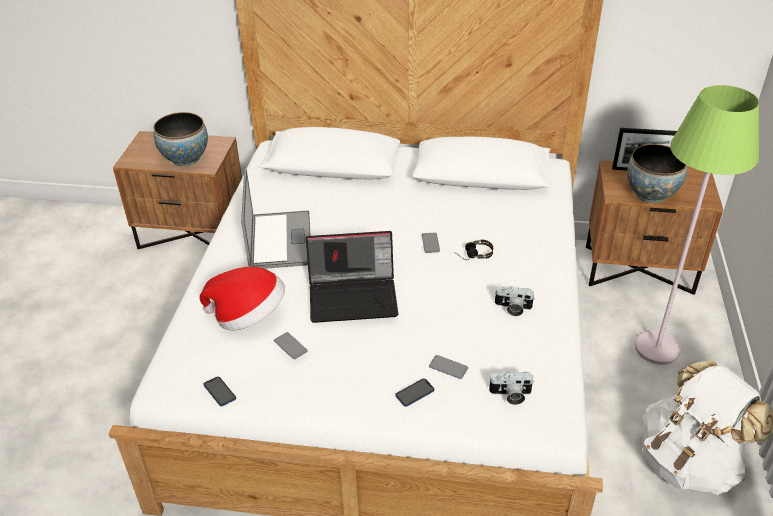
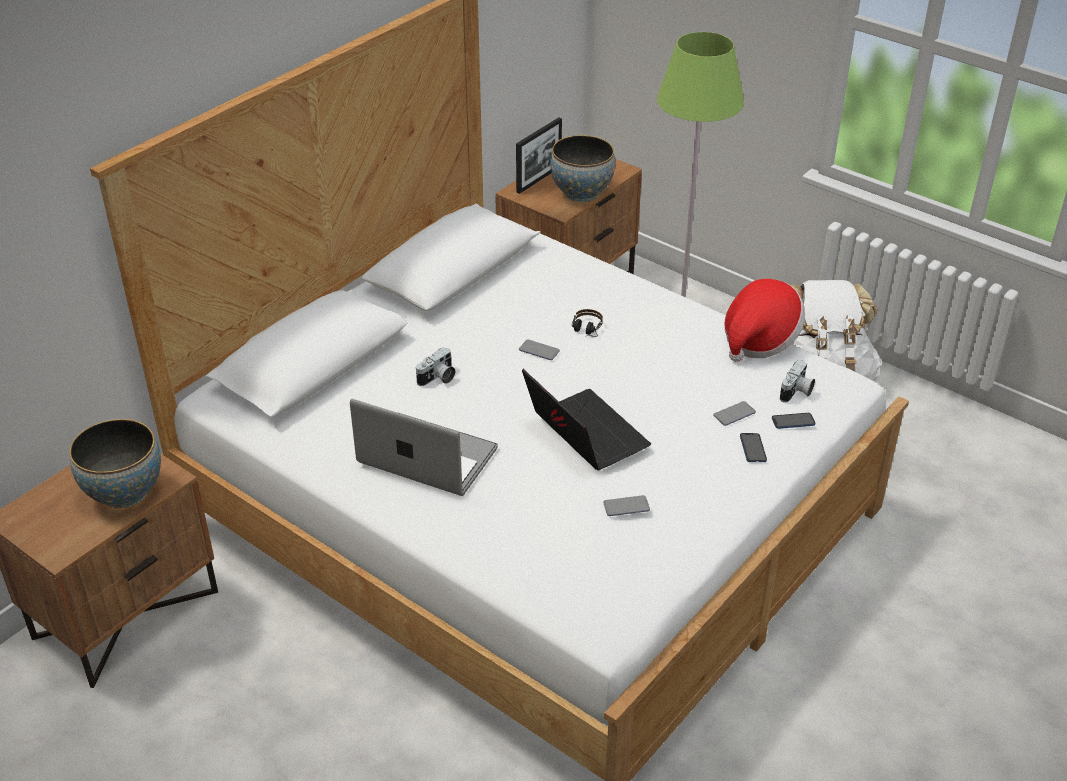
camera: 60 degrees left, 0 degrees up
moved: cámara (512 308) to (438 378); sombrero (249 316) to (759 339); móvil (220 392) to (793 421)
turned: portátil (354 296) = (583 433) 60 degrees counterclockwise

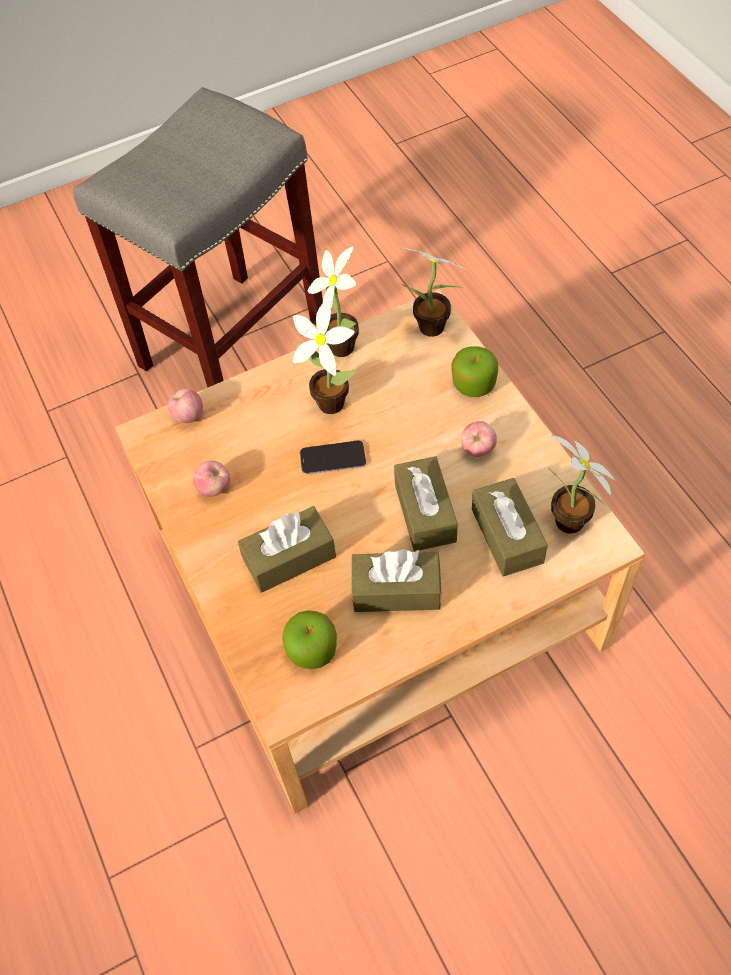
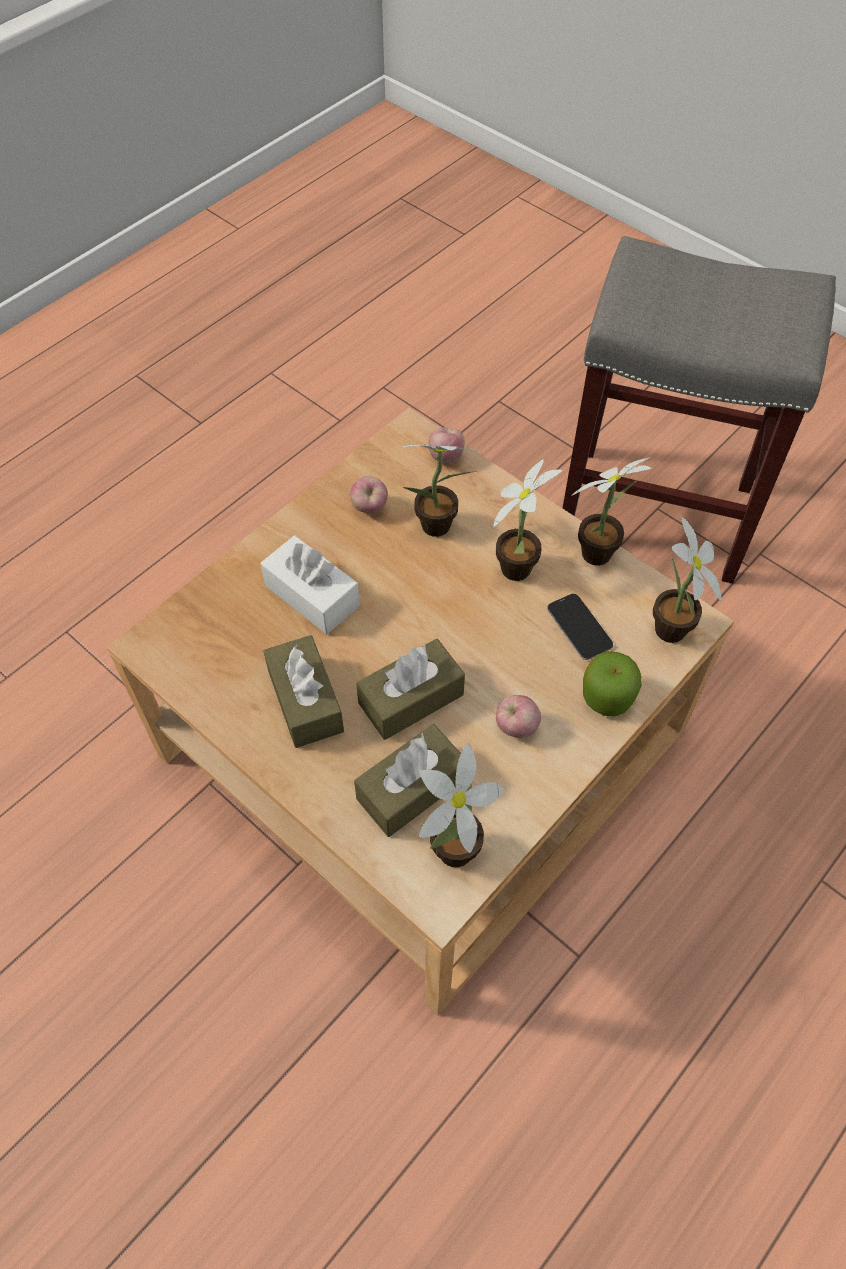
camera: 65 degrees right, 0 degrees up
removed: manzana (312 650)
added: planta en maceta (441 527)
moved: móvil (332 458) to (579 627)
recoloured: caja de pañuelos [marrón] (289 558) to caja de pañuelos [blanco] (312 595)

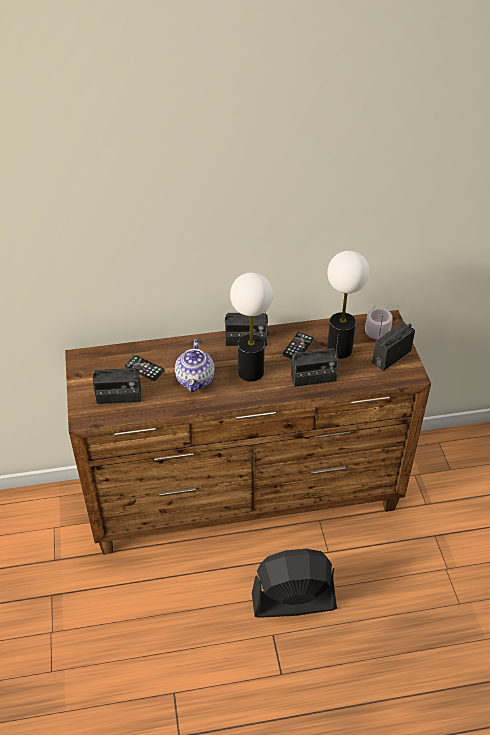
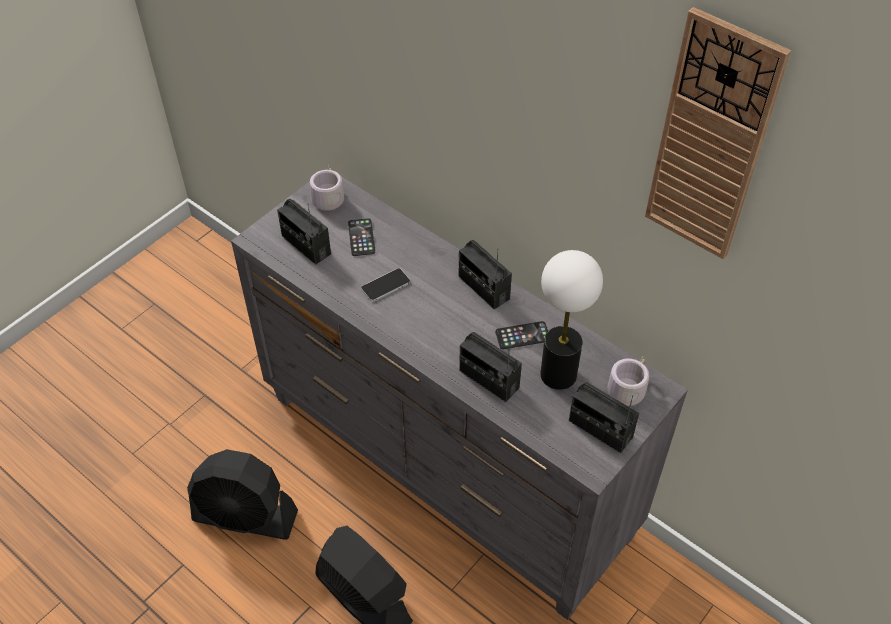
camera: 50 degrees right, 5 degrees up
removed: lámpara de mesa (250 372)
added: ventilador [negro] (245 516); taza grande [gris] (327 197); reloj de pared (711 141)
replaced: tetera (196 380) to móvil (385 285)
recoloured: cómoda [marrón] (246 498) to cómoda [gris] (447 468)
turned: radio (391 356) = (600 429) 150 degrees counterclockwise

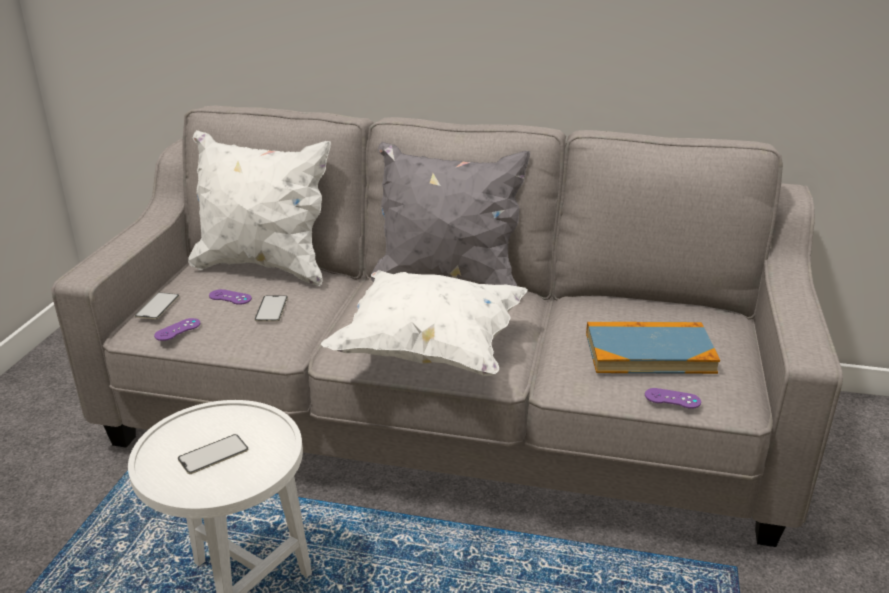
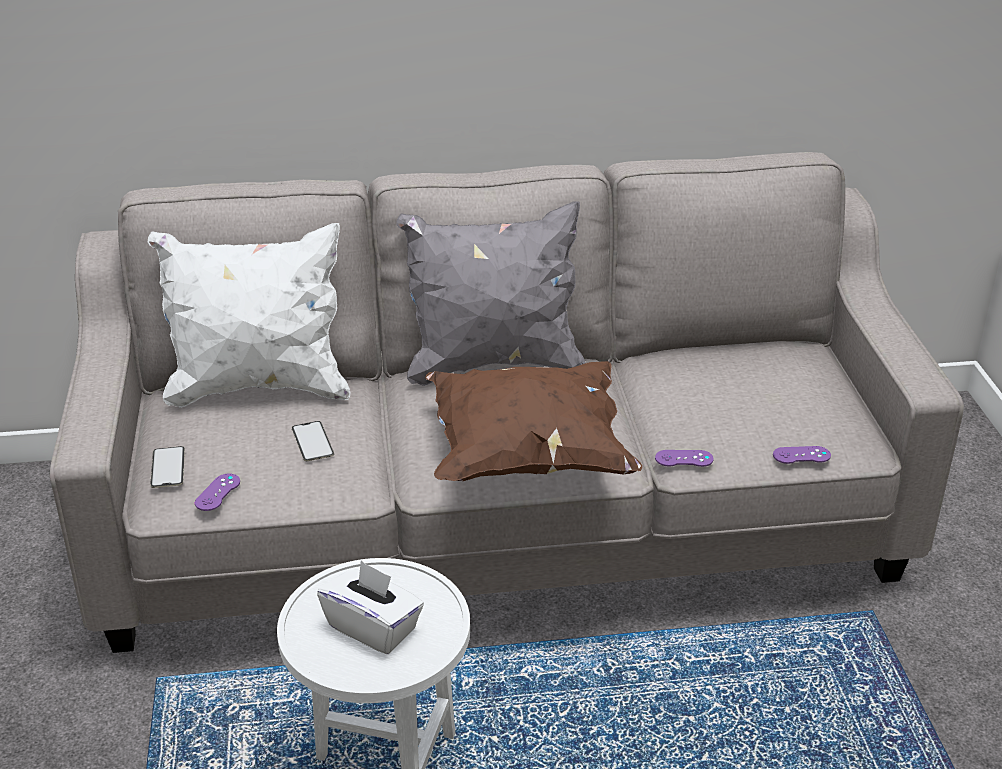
camera: 20 degrees left, 5 degrees up
removed: libro (649 352)
moved: mando de consola [morado] (230 297) to (684 459)
replaced: móvil (213 454) to caja de pañuelos [blanco] (373 628)
recoloured: cojín [blanco] (429 351) to cojín [marrón] (527 455)

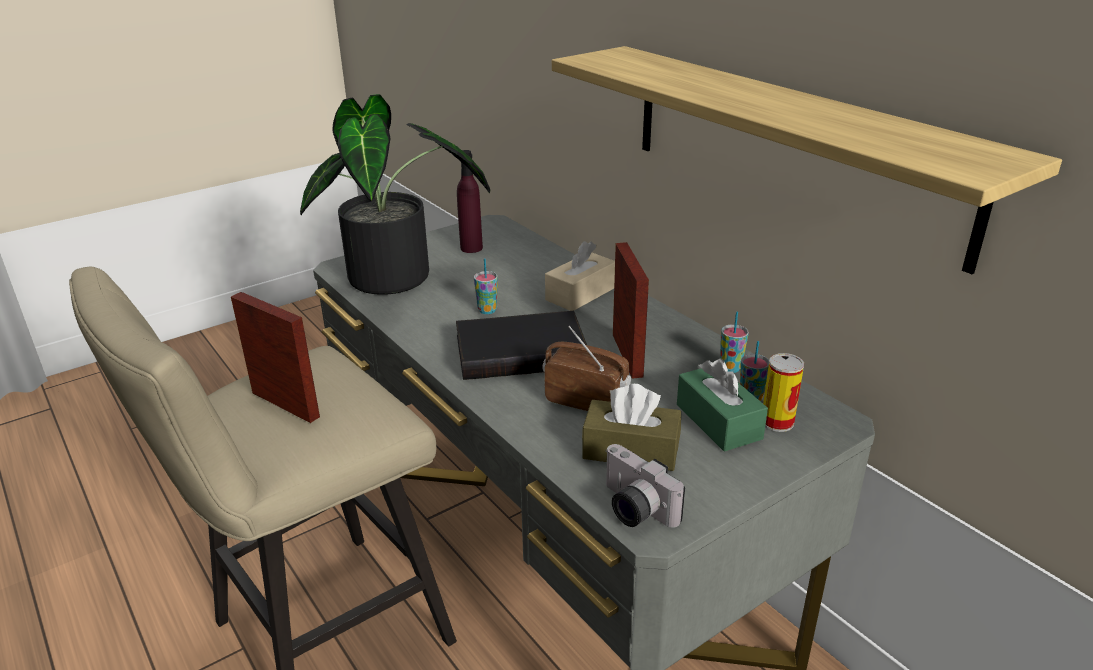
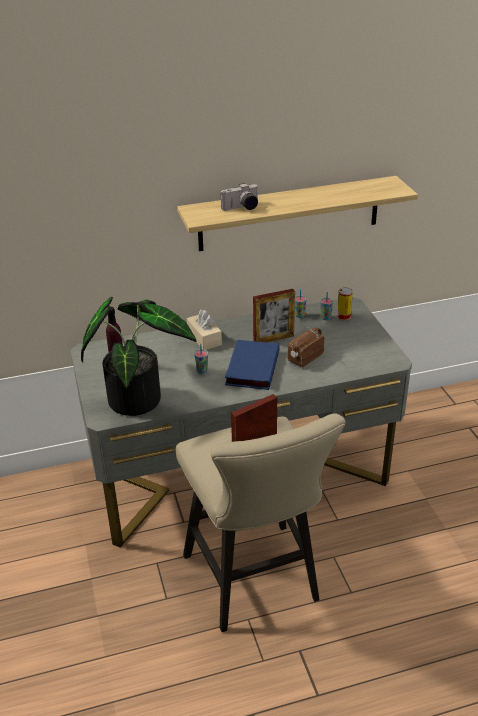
camera: 70 degrees left, 5 degrees up
removed: caja de pañuelos [marrón] (631 450); caja de pañuelos [verde] (718 421)
moved: cámara (632 509) to (242 208)
recoloured: libro [negro] (521 350) to libro [azul] (251 367)
turned: portarretratos (627 355) = (273 339) 150 degrees clockwise

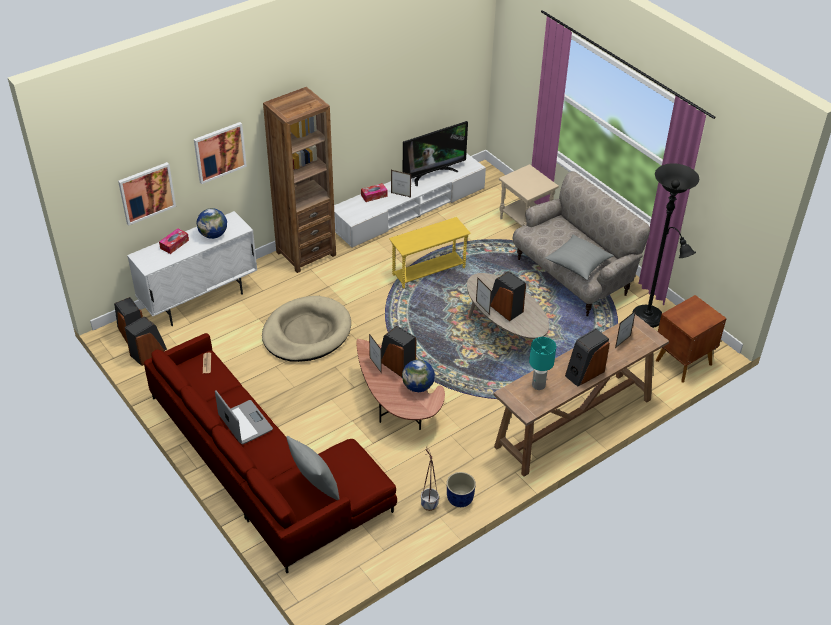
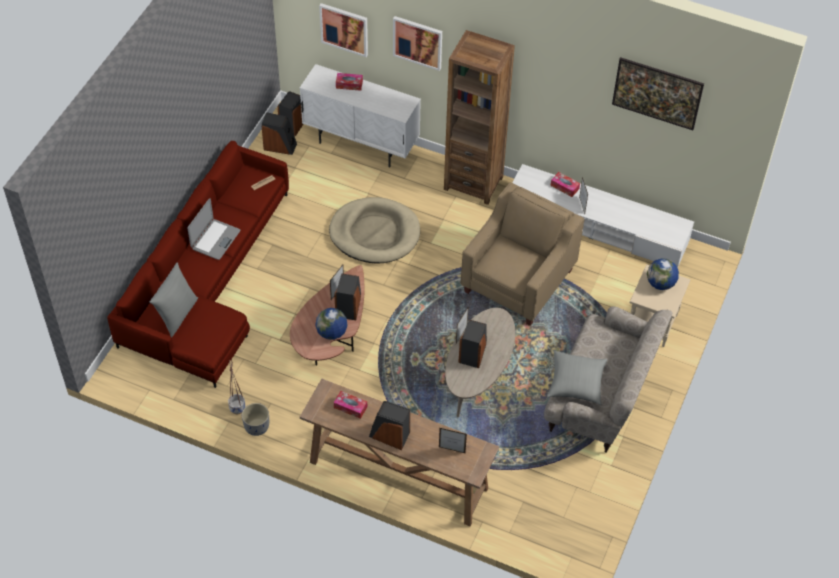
camera: 60 degrees right, 10 degrees up
removed: televisor (432 174); lámpara de pie [negro] (650 319); mesita de noche [marrón] (682 362)
added: cuadro (655 104)
moved: globo terráqueo (213 235) to (660 283)
replaced: lámpara de mesa [turquesa] (538 385) to caja de pañuelos (350 407); mesa auxiliar [amarillo] (428 271) to sillón [beis] (519 281)
recoloured: maceta [azul] (459 498) to maceta [gris] (257 426)

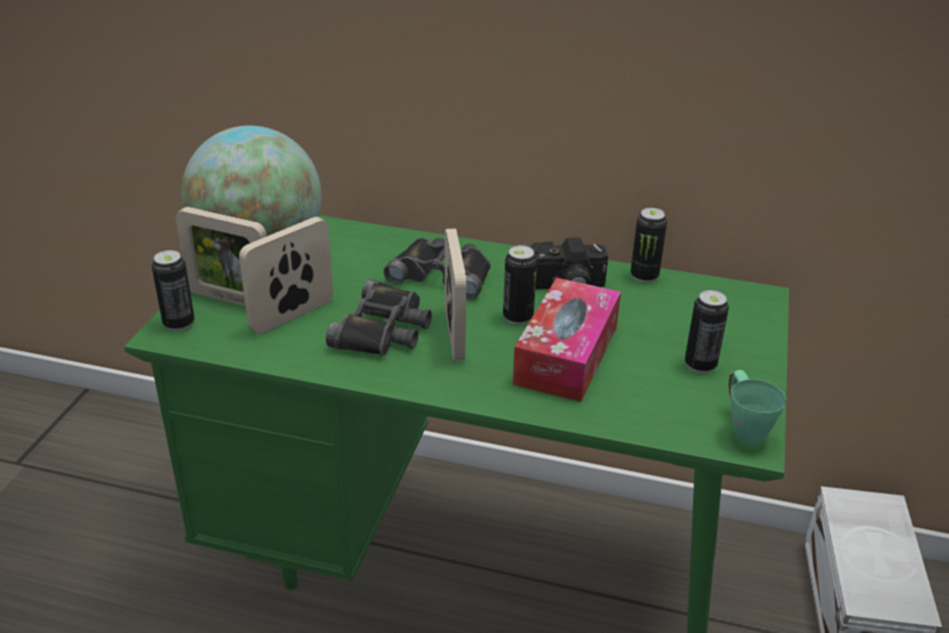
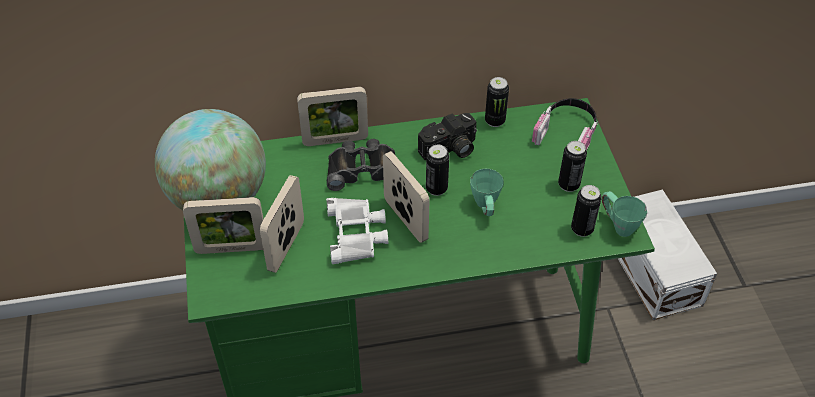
camera: 25 degrees left, 15 degrees up
added: portarretratos (335 140); auriculares (567 132)
moved: lata (179 323) to (582 229)
replaced: caja de pañuelos (566 355) to taza grande [verde] (485 208)
recoloured: prismáticos [negro] (383 329) to prismáticos [blanco] (356 233)

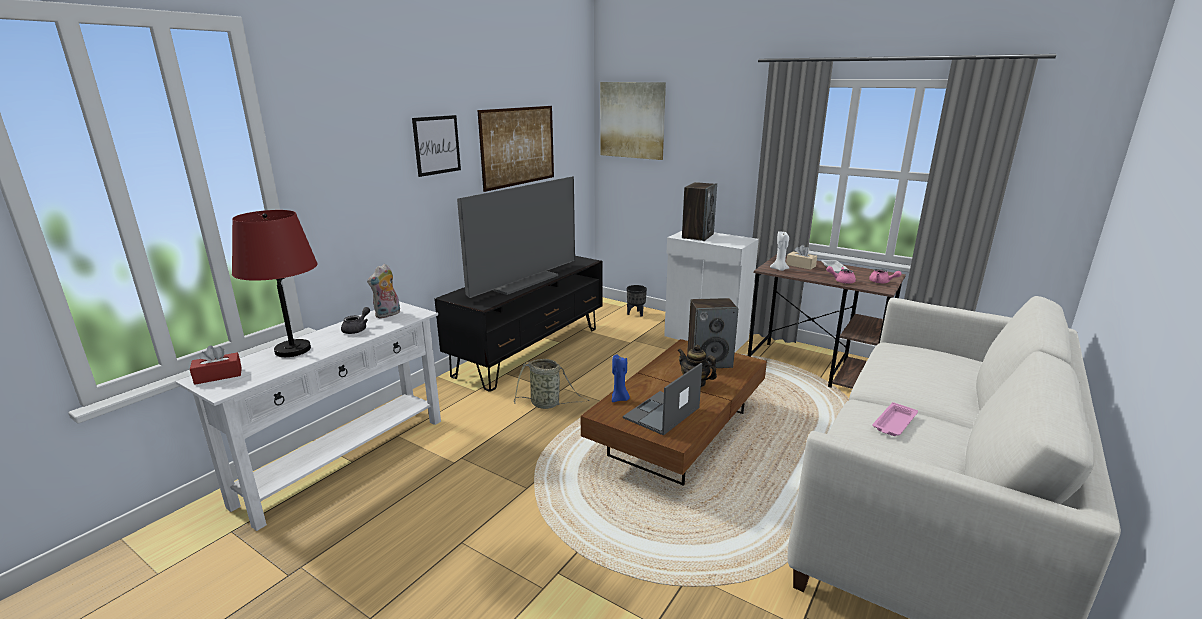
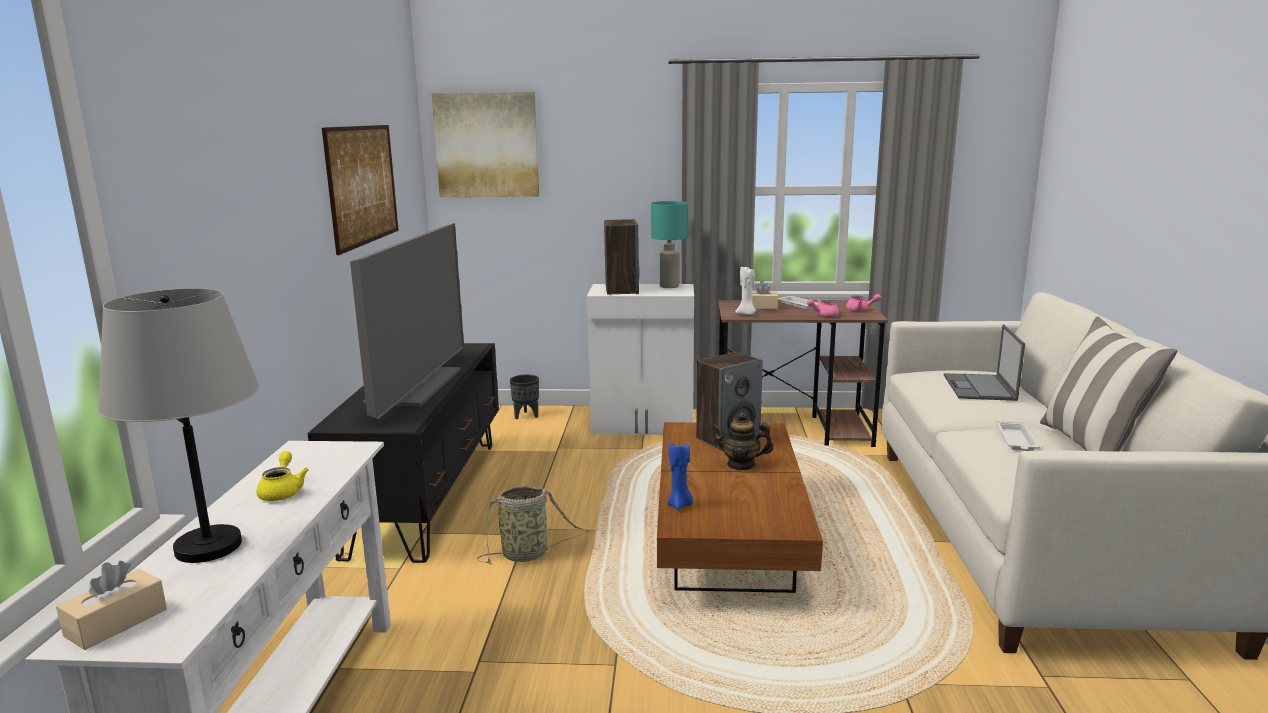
camera: 30 degrees left, 5 degrees down
removed: peluche (388 314); cuadro (437 145)
added: lámpara de mesa [turquesa] (669 286); cojín (1092 448)
moved: portátil (661 413) to (980 388)
recoloured: caja de pañuelos [rojo] (218 376) to caja de pañuelos [beis] (116 622); lámpara de mesa [rojo] (293 350) to lámpara de mesa [gris] (209 547); tetera [gris] (357 329) to tetera [amarillo] (283 491); bandeja [rosa] (894 423) to bandeja [blanco] (1016 440)

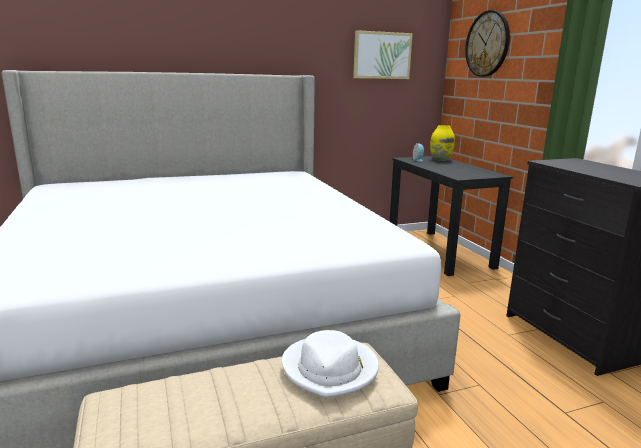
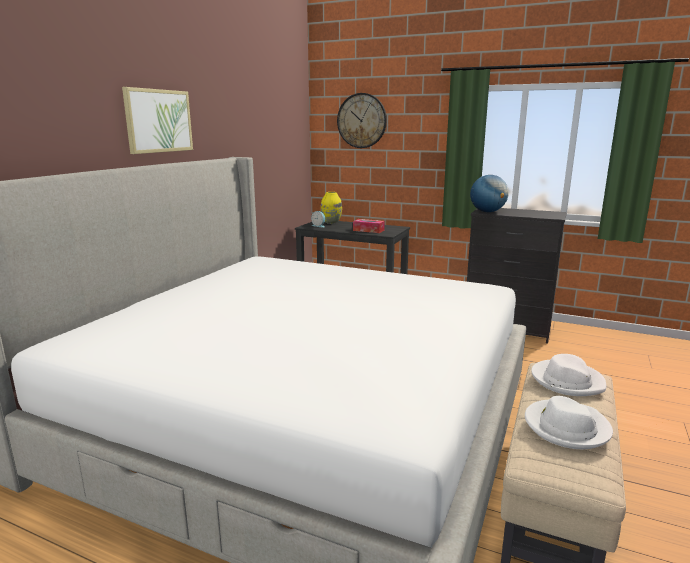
camera: 45 degrees left, 0 degrees up
added: caja de pañuelos (368 230); globo terráqueo (487 212); sombrero [blanco] (566 427)
moved: cuadro (382 55) to (158 121)

